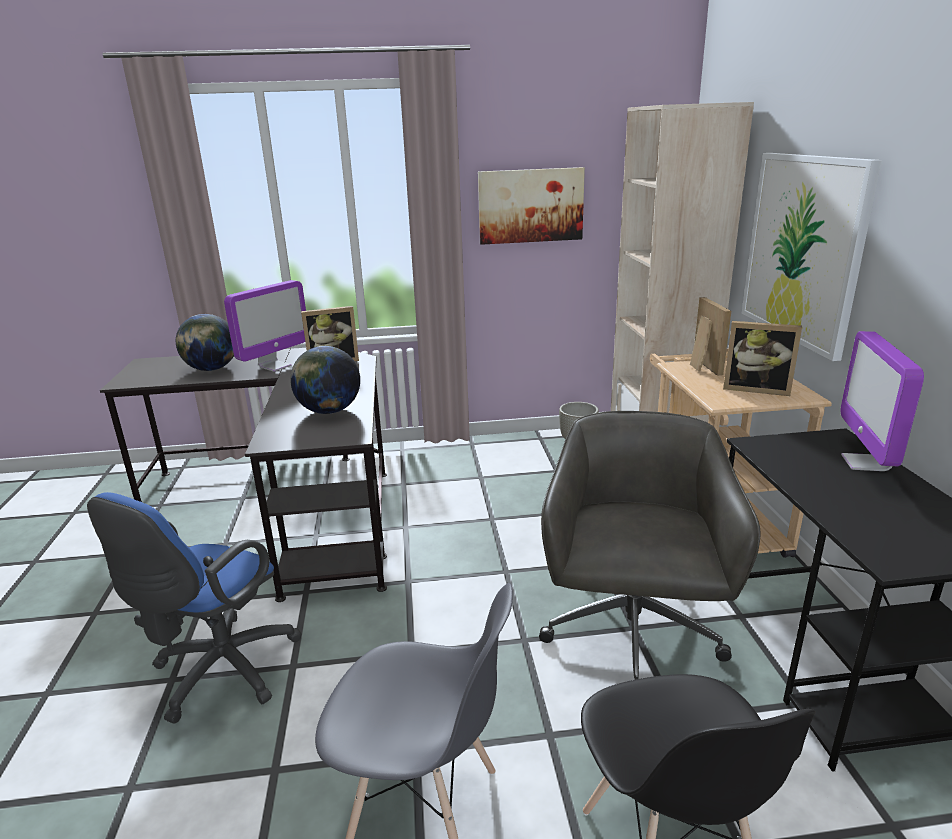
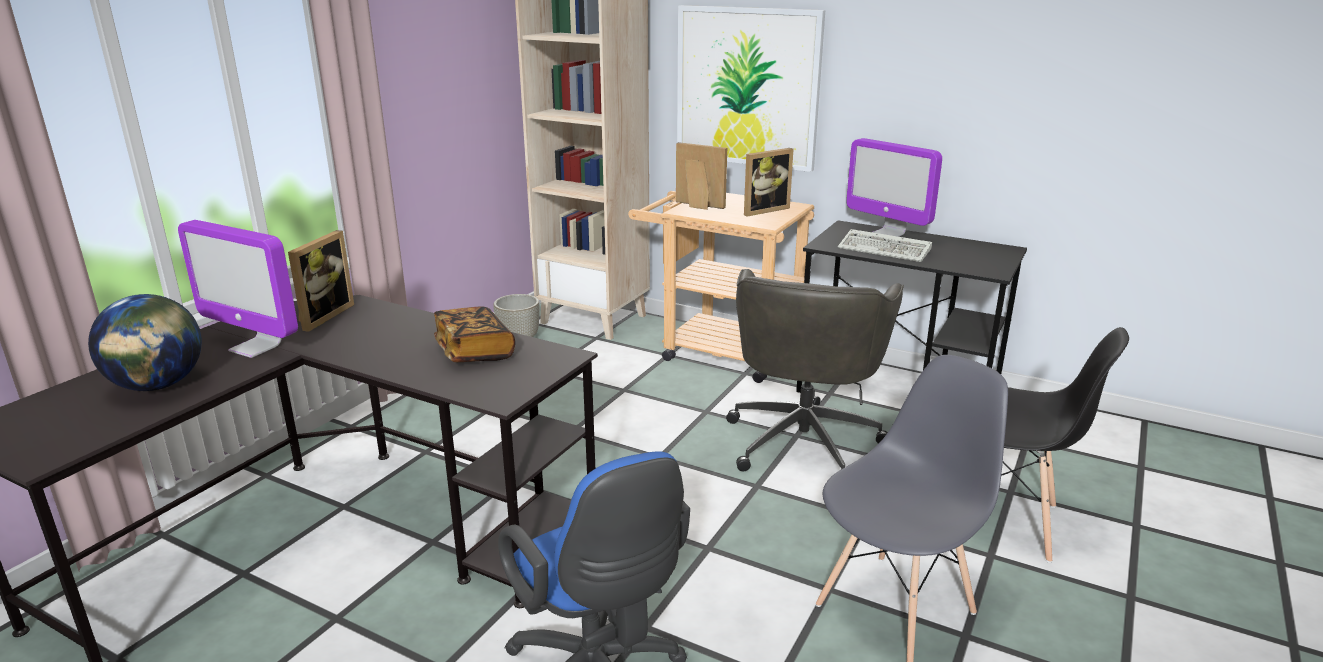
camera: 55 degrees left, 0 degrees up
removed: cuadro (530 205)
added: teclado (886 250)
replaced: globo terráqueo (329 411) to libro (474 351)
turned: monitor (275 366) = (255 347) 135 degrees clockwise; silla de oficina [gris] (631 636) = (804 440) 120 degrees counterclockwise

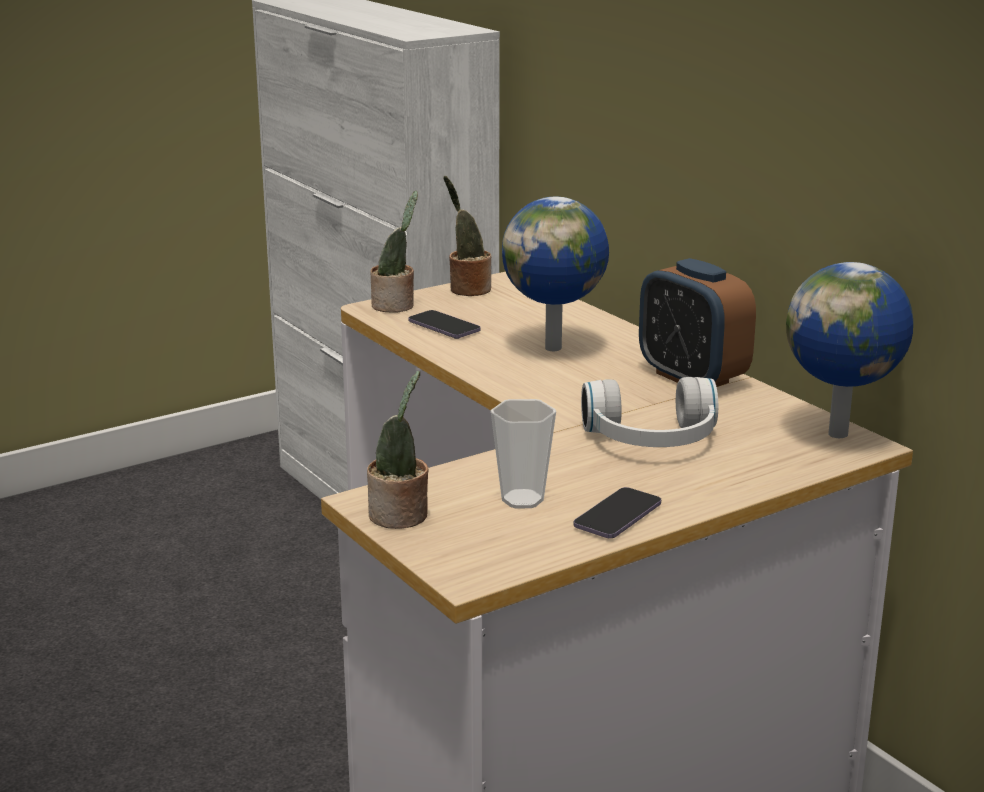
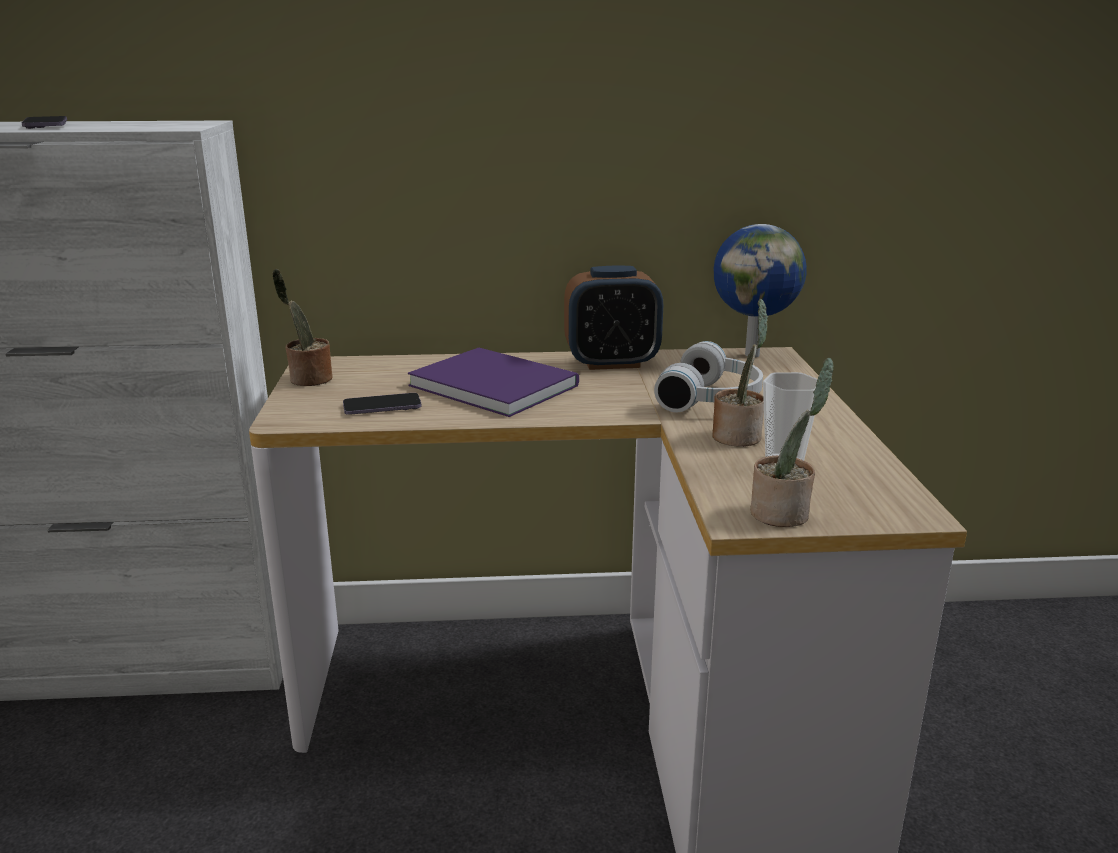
camera: 60 degrees left, 0 degrees up
moved: móvil (617 516) to (45 125); planta en maceta (396 306) to (738 436)
replaced: globo terráqueo (555 347) to libro [morado] (493 383)

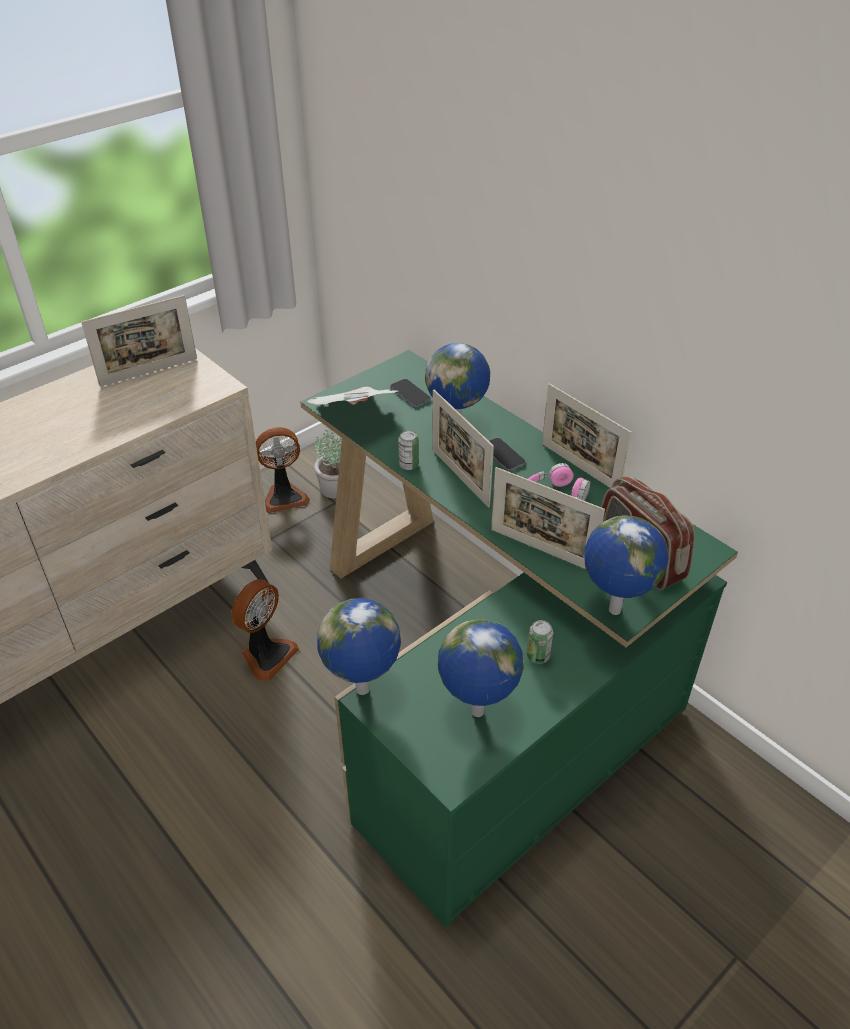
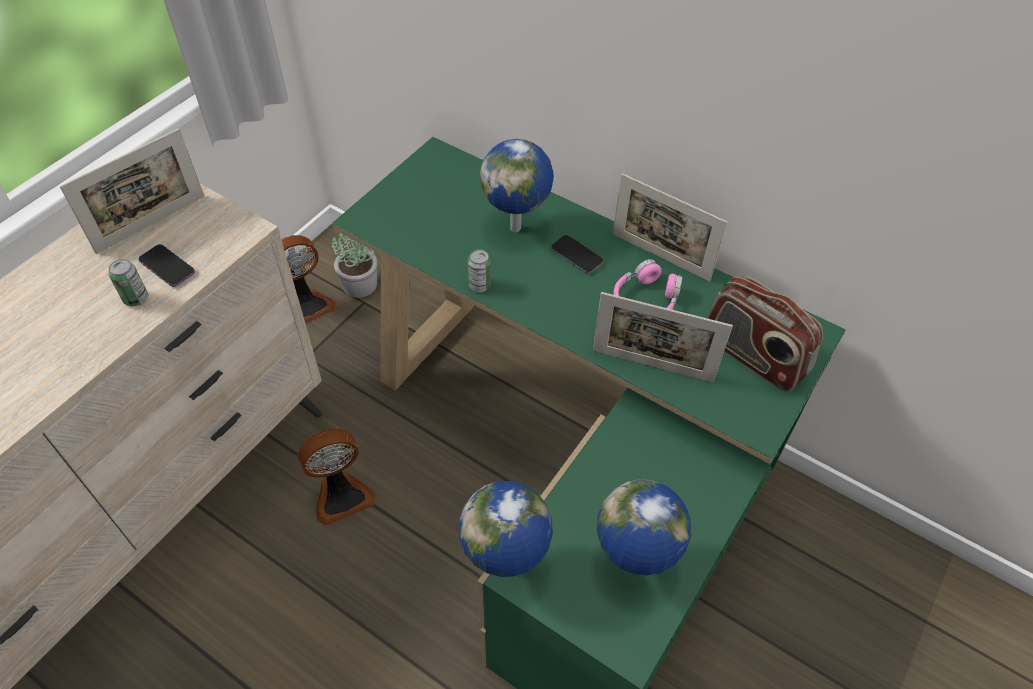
camera: 15 degrees left, 10 degrees up
removed: periódico (354 416); portarretratos (460 477); globo terráqueo (613 610)
moved: lata (538 656) to (136 298); móvil (410 394) to (167 267)
turned: ventilador (266 655) = (341 495) 45 degrees clockwise

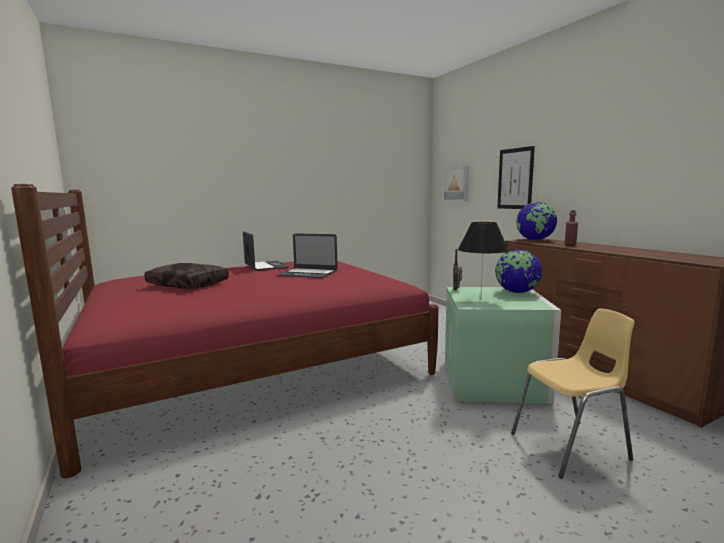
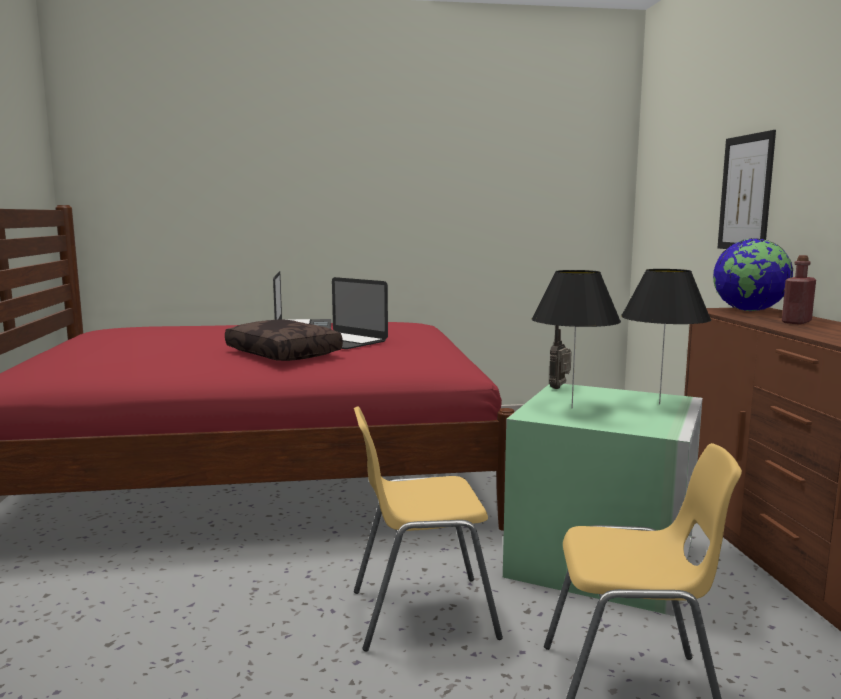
camera: 20 degrees right, 0 degrees up
removed: cuadro (456 184)
added: silla [amarillo] (421 613)
moved: cojín [marrón] (189 284) to (285 353)
replaced: globo terráqueo (517 292) to lámpara de mesa [negro] (659 404)

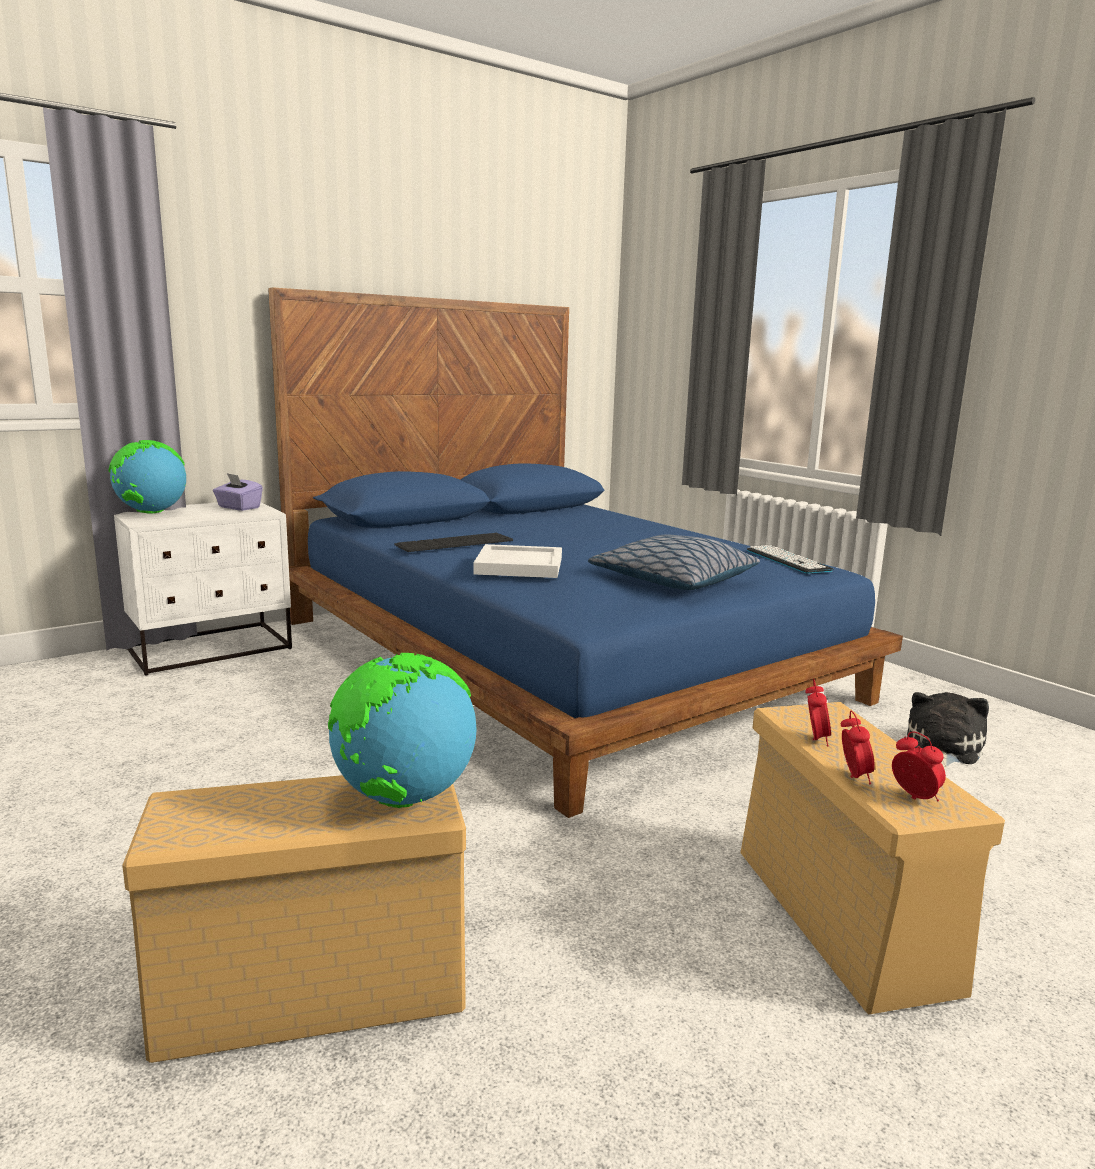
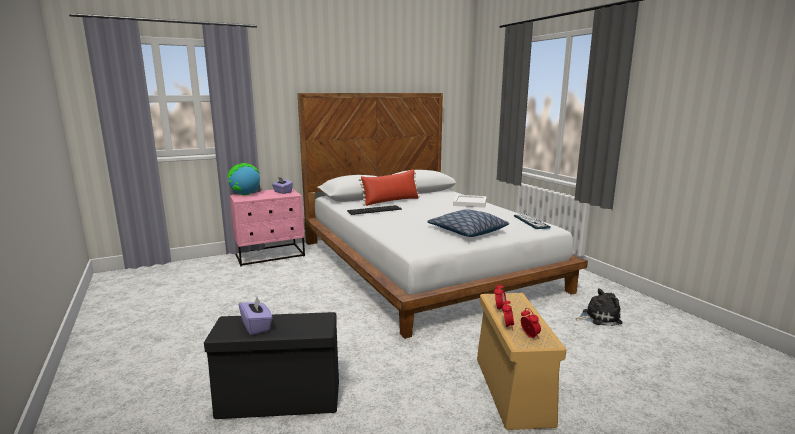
camera: 10 degrees right, 0 degrees up
removed: globo terráqueo (402 798)
added: caja de pañuelos [morado] (256 326); cojín [rojo] (391 201)
moved: bandeja [blanco] (518 566) to (469 203)
recoloured: caja de almacenaje [beis] (308 994) to caja de almacenaje [negro] (277 400); mesita de noche [blanco] (210 649) to mesita de noche [rosa] (270 255); cama [azul] (558 658) to cama [blanco] (425 264)
turned: peluche (941 749) = (598 317) 45 degrees clockwise

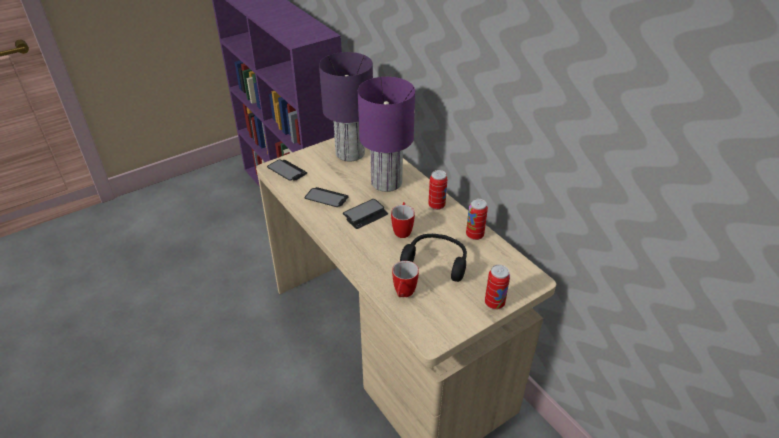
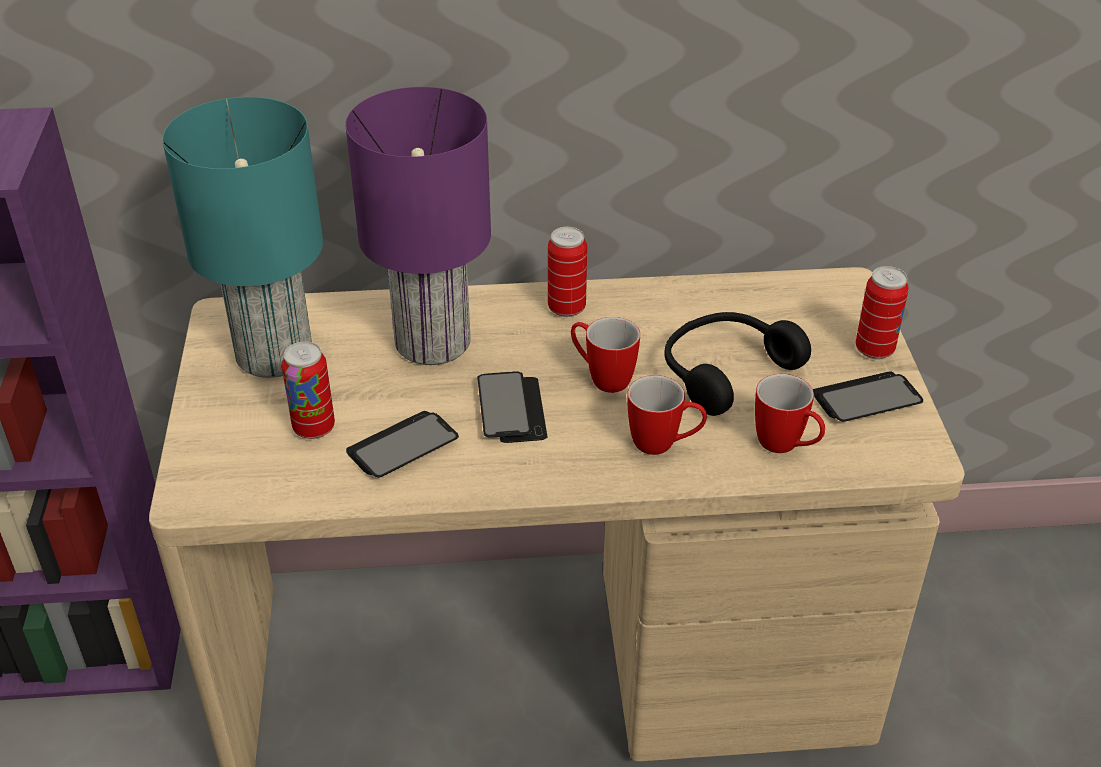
camera: 60 degrees left, 0 degrees up
added: taza grande (664 445)
moved: lata (474 235) to (314 428); móvil (287 171) to (866 399)
recoloured: lámpara de mesa [morado] (350 153) to lámpara de mesa [turquesa] (272 353)

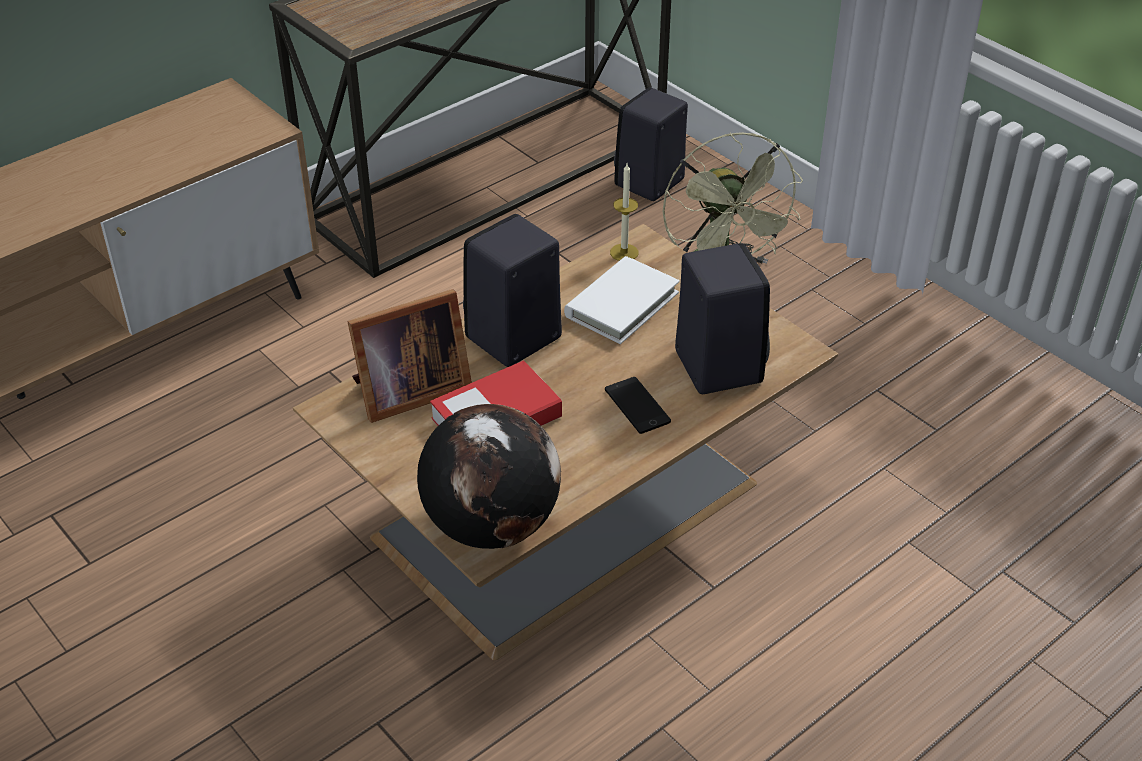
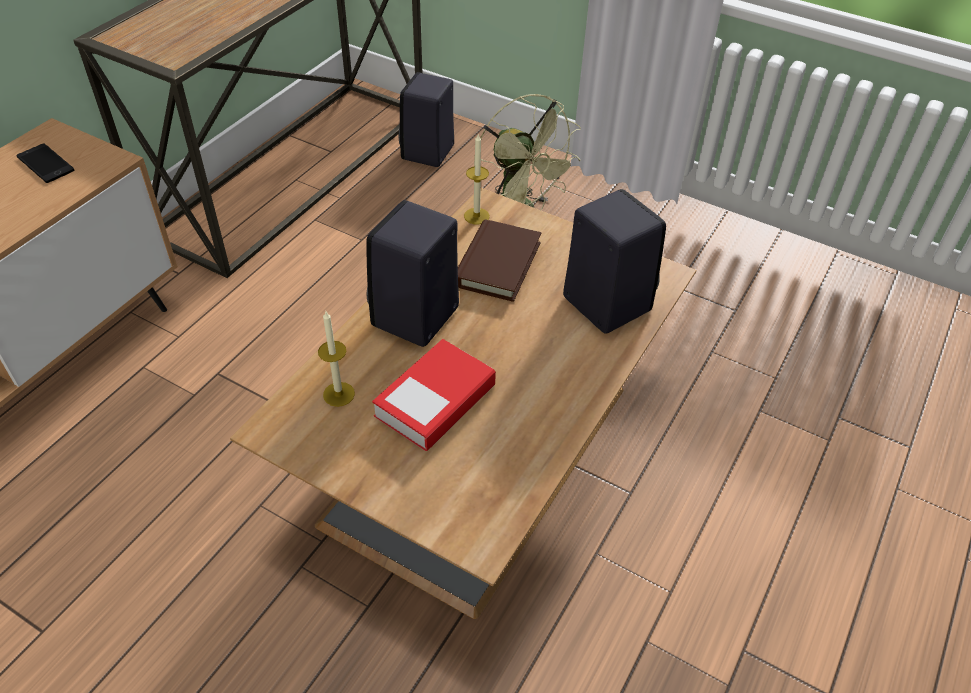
camera: 20 degrees left, 5 degrees up
removed: globo terráqueo (491 525)
moved: móvil (637 406) to (45 164)
replaced: portarretratos (407 392) to vela (339 394)
recoloured: libro [blanco] (622 304) to libro [marrón] (497 264)

